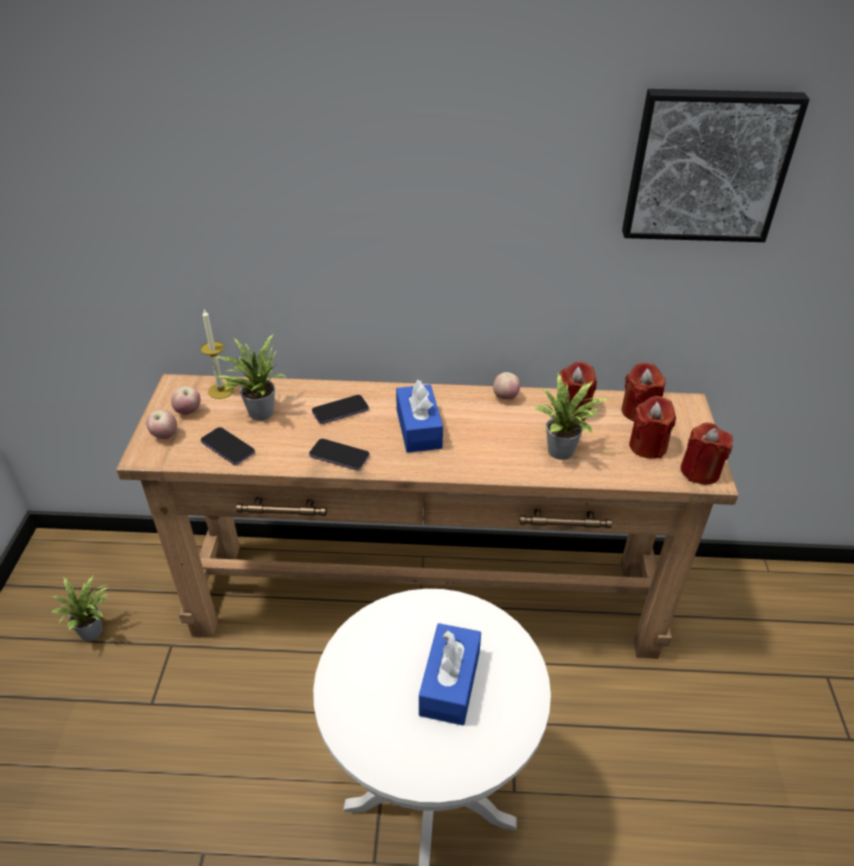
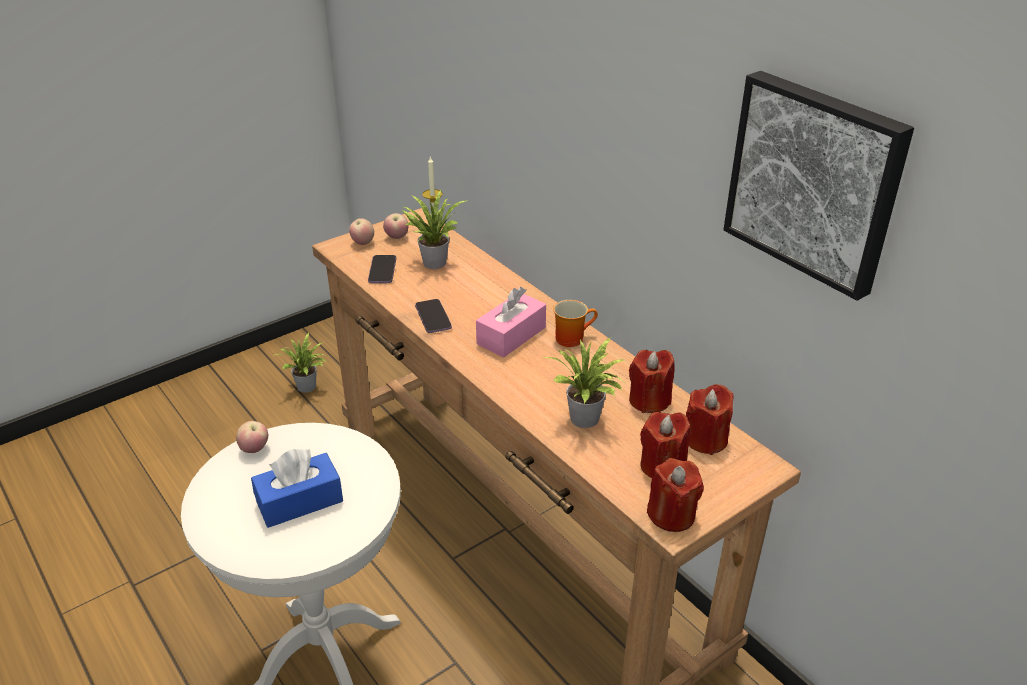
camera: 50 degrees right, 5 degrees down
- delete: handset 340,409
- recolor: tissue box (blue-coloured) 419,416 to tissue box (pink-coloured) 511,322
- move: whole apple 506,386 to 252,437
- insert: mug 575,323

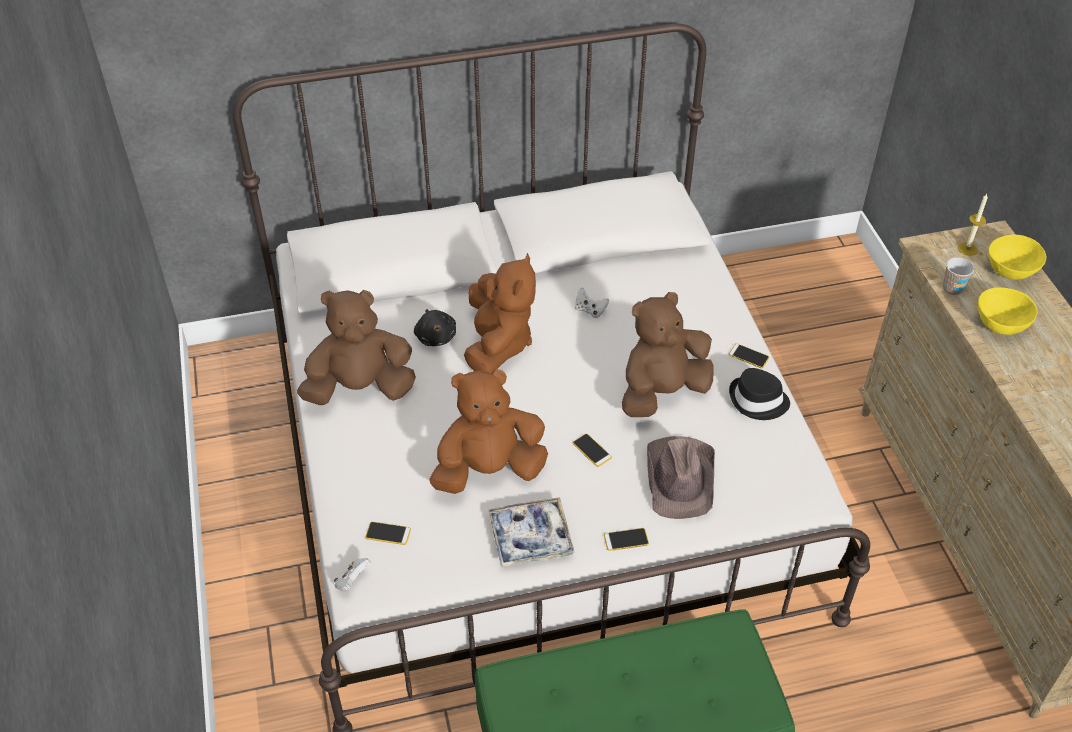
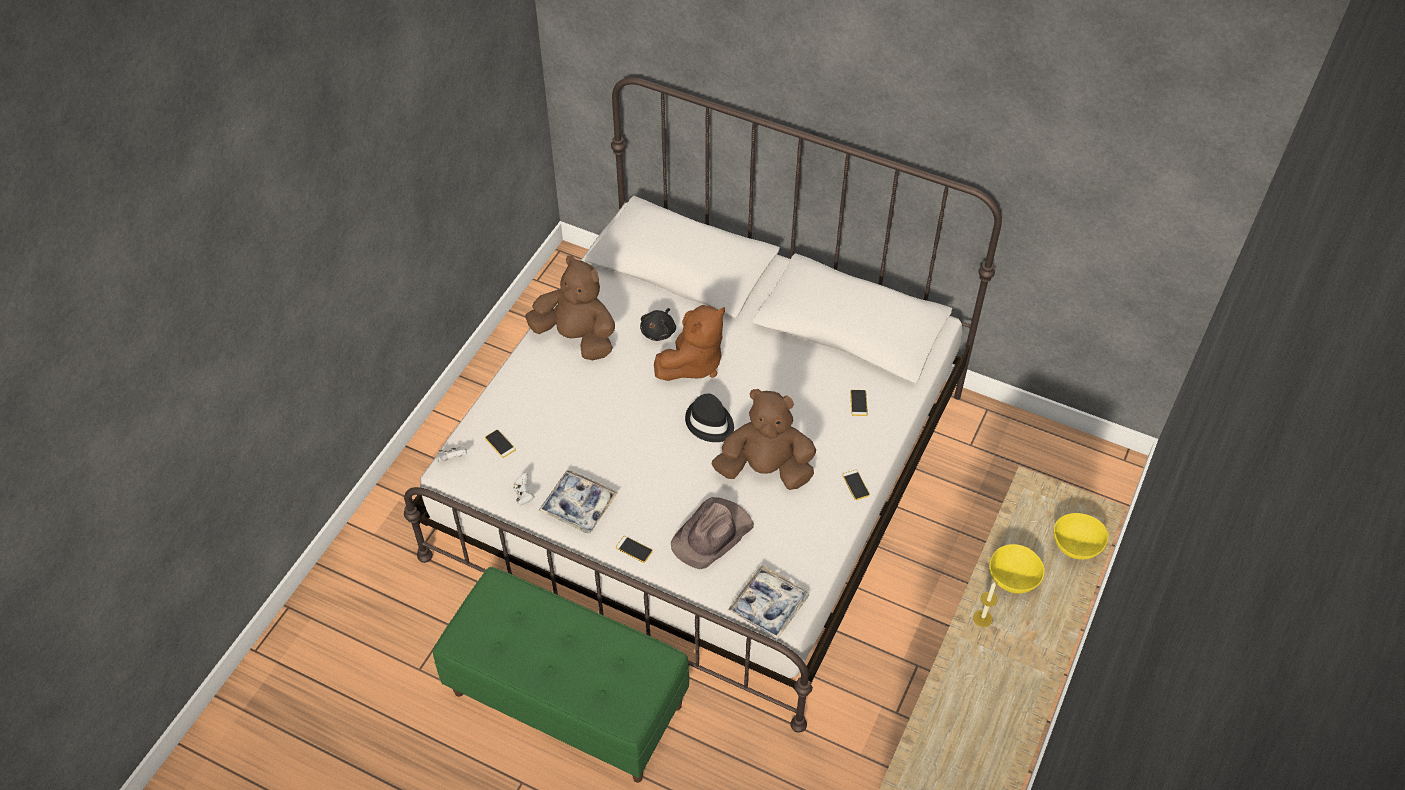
camera: 40 degrees right, 5 degrees up
- delete: cuddly toy (brownish) 488,431
- move: handset 592,450 to 859,403
- move: gamepad (white) 592,303 to 524,489
- move: clothing hat (black) 759,394 to 709,418
- delete: small cup 958,276
- move: wax light 973,225 to 985,604
- insert: tray 768,602

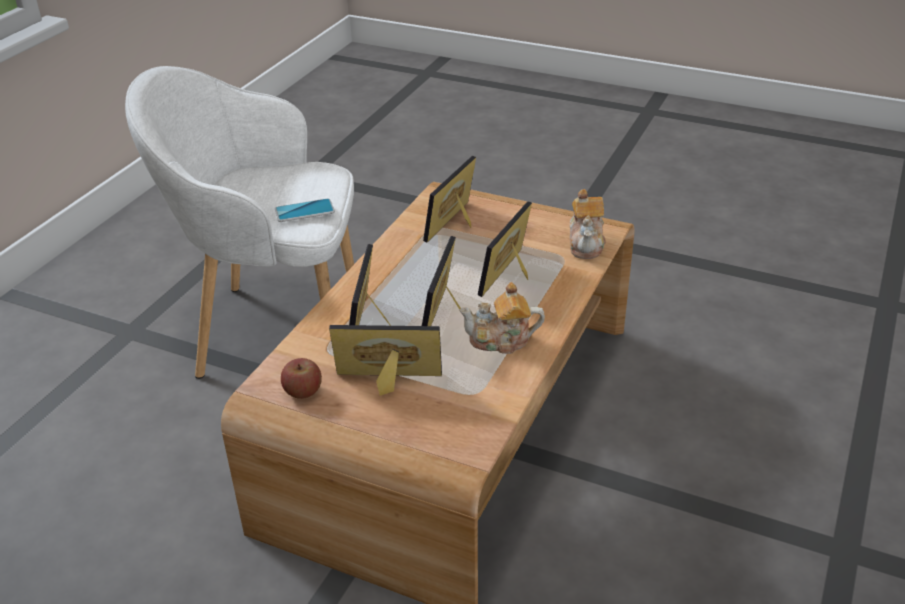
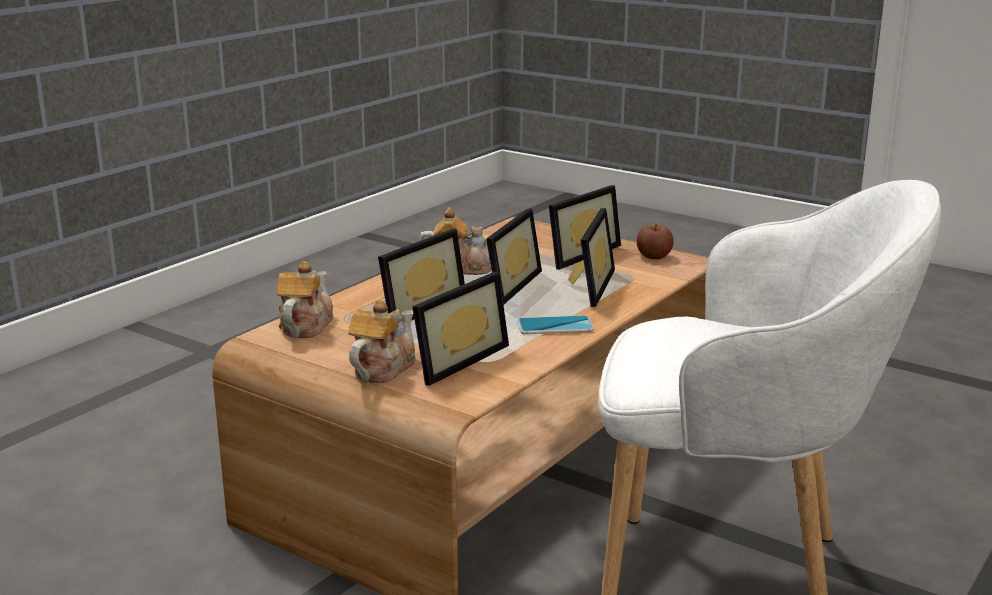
camera: 170 degrees left, 15 degrees down
- move: handset 305,210 to 555,324
- rotate: photo frame 385,360 = 585,227 60 degrees counterclockwise
- insert: teapot 382,341

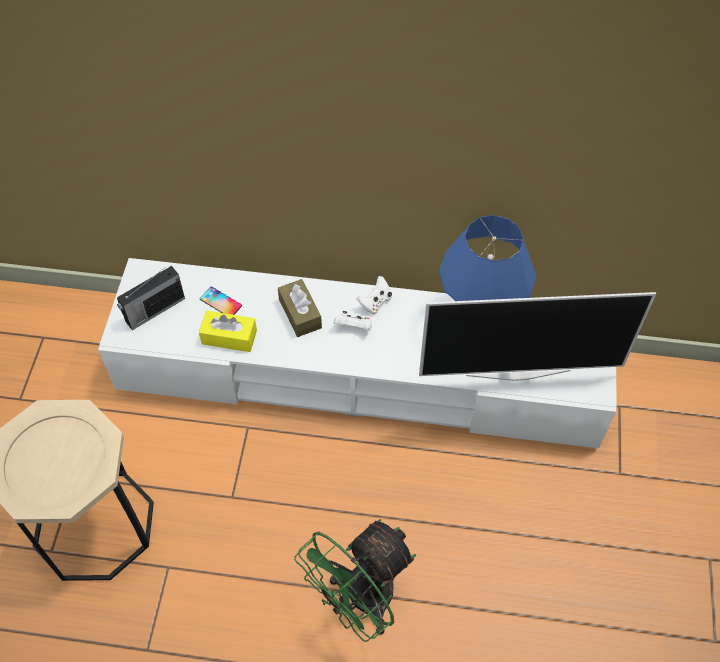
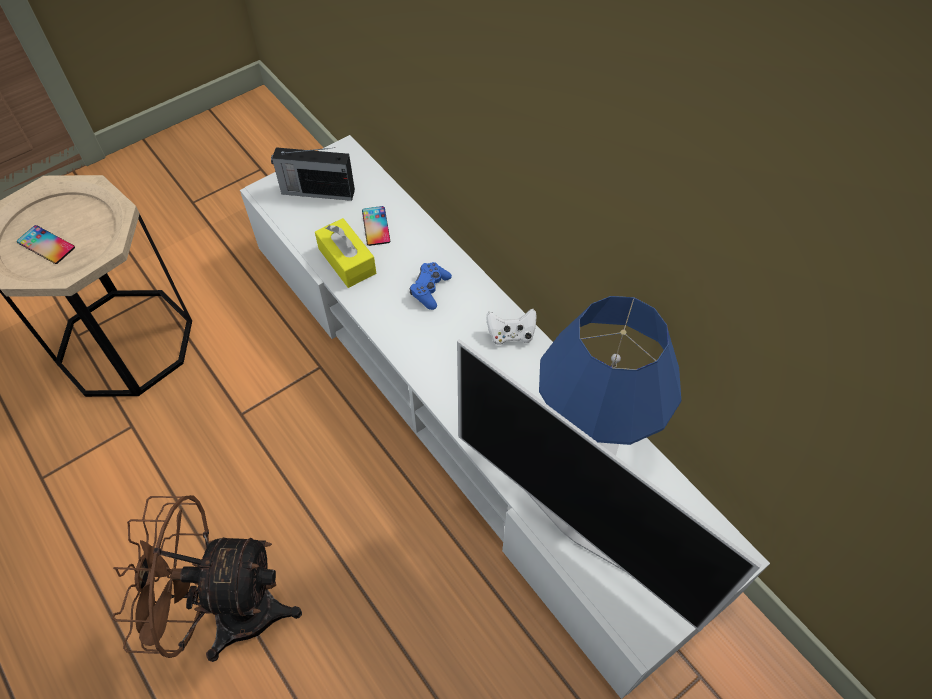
camera: 45 degrees right, 0 degrees up
- replace: tissue box (brownish) 300,308 to gamepad (blue-coloured) 431,286
- recolor: fan (green) 355,580 to fan (brownish) 207,578
- delete: gamepad (white) 353,320
- insert: handset 46,244

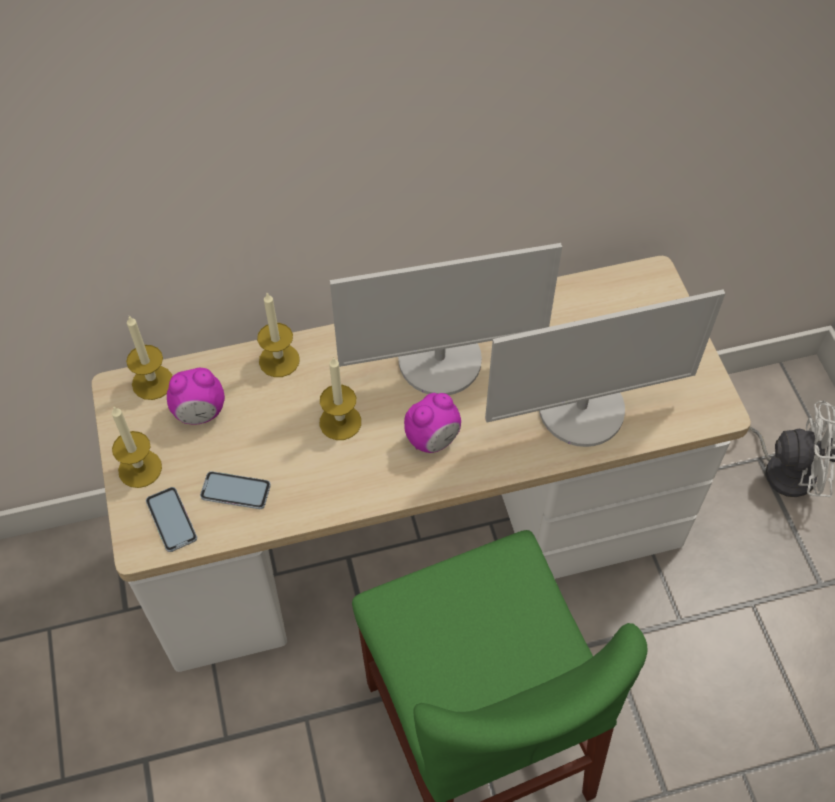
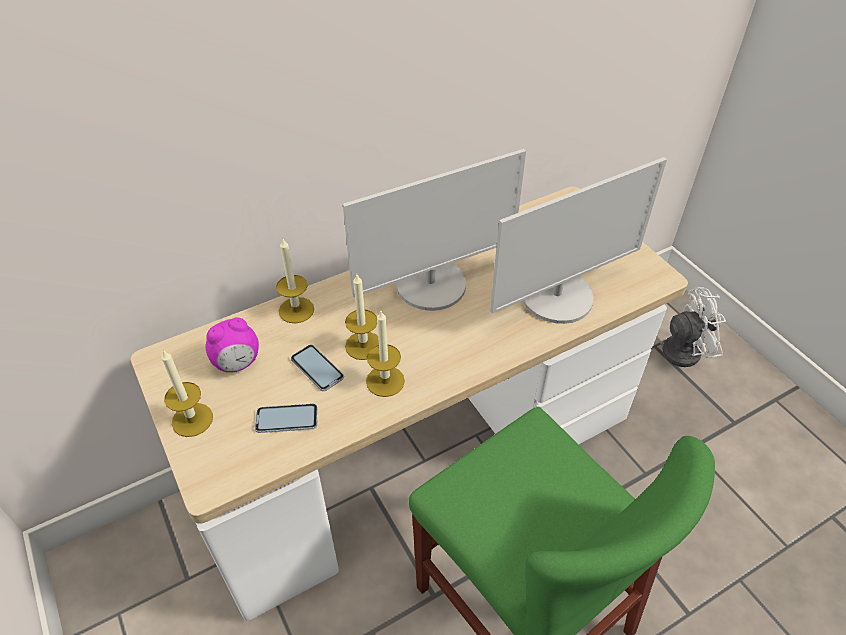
camera: 15 degrees left, 10 degrees down
- move: wax light 149,358 to 385,354
- move: handset 171,519 to 317,367
- delete: table clock 432,423

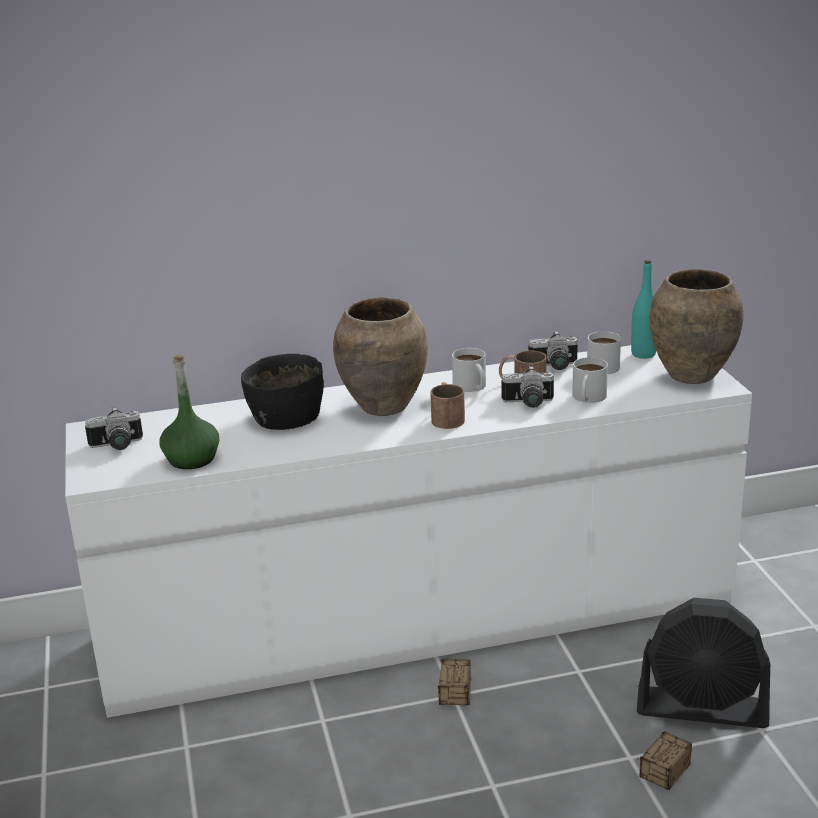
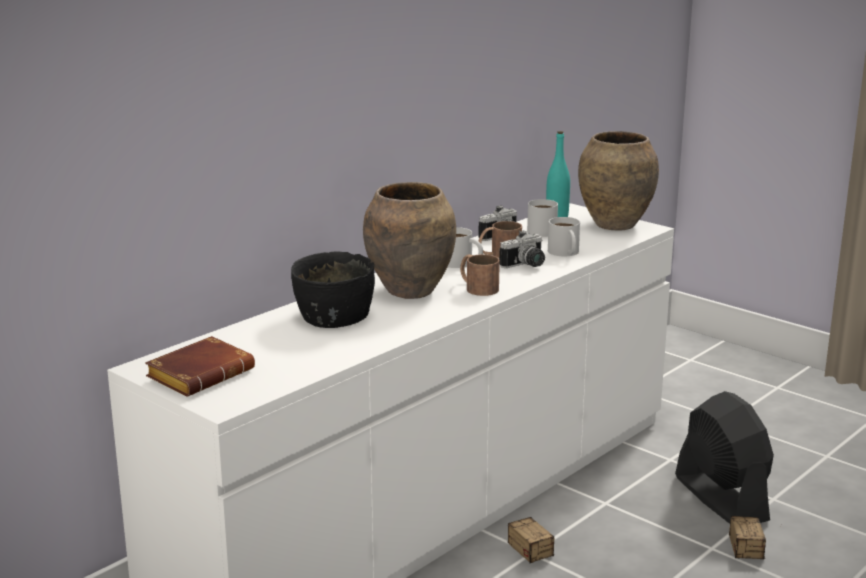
camera: 35 degrees left, 5 degrees down
- replace: still camera 114,428 to bound book (brownish) 200,366
- delete: bottle (green) 189,412
- rotate: fan (black) 703,663 = 724,457 90 degrees counterclockwise

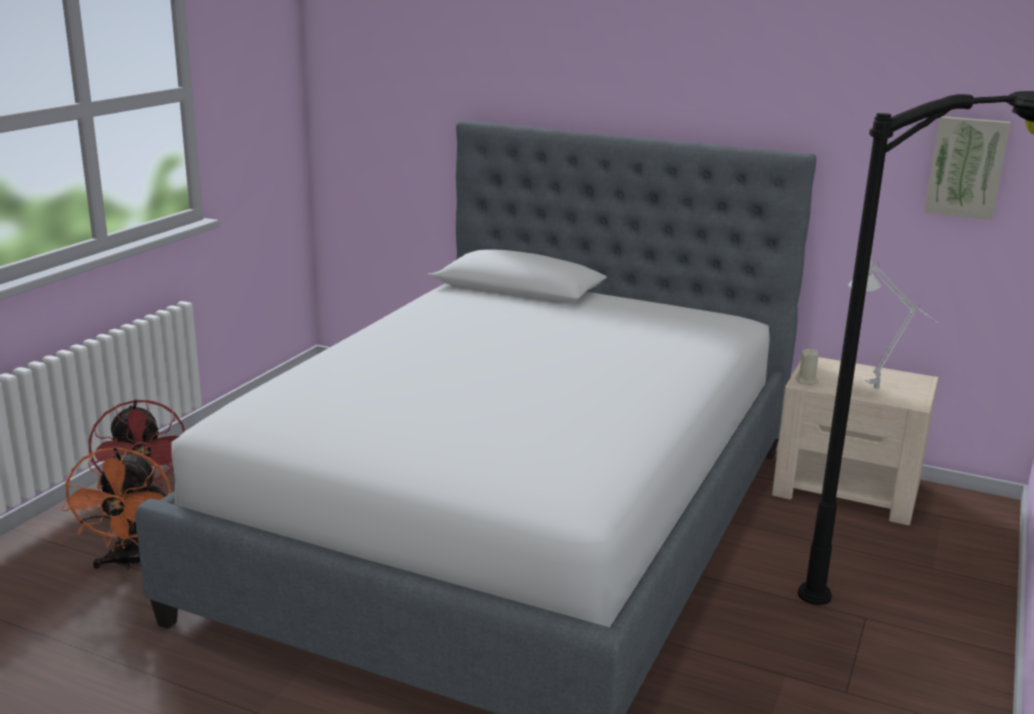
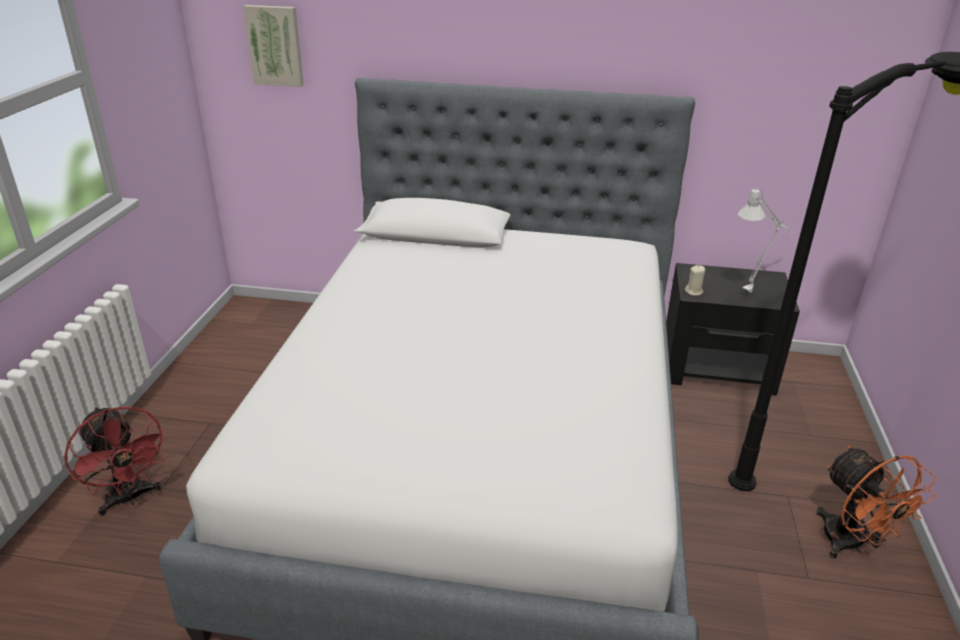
camera: 15 degrees left, 10 degrees up
- move: fan (orange) 116,508 to 876,502
- recolor: night table (sand-coloured) 855,441 to night table (black) 733,329
- move: wall art 967,168 to 273,46

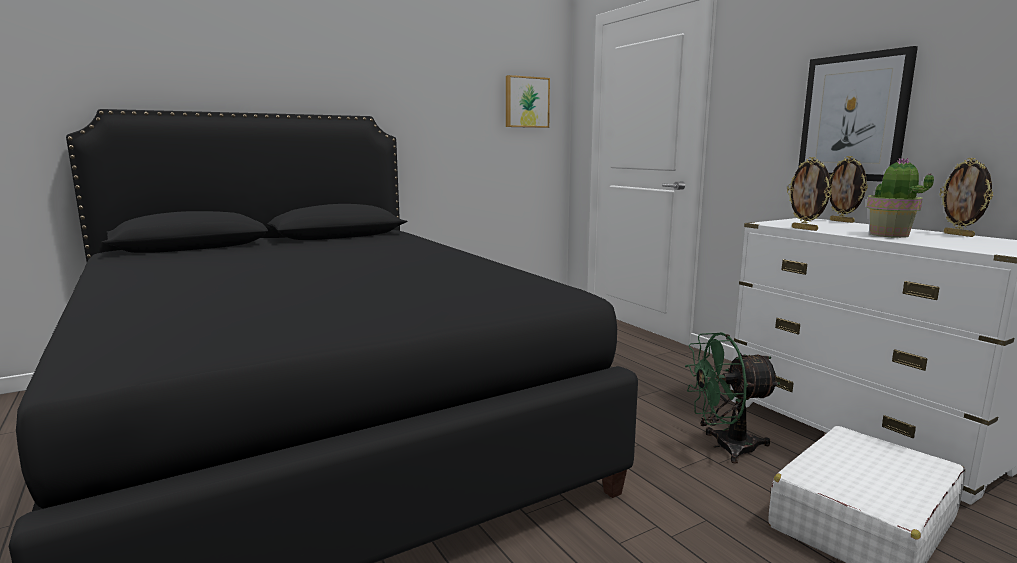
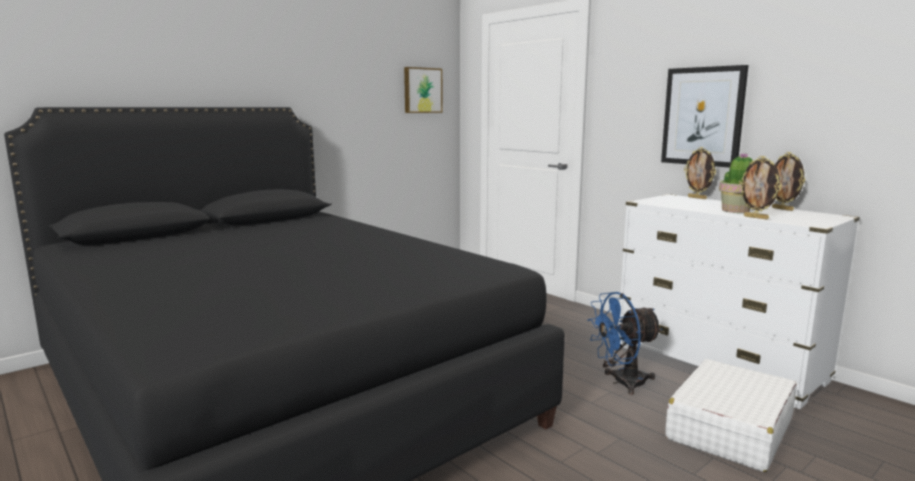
camera: 10 degrees left, 0 degrees up
- recolor: fan (green) 733,398 to fan (blue-coloured) 625,343
- move: photo frame 809,194 to 760,188

